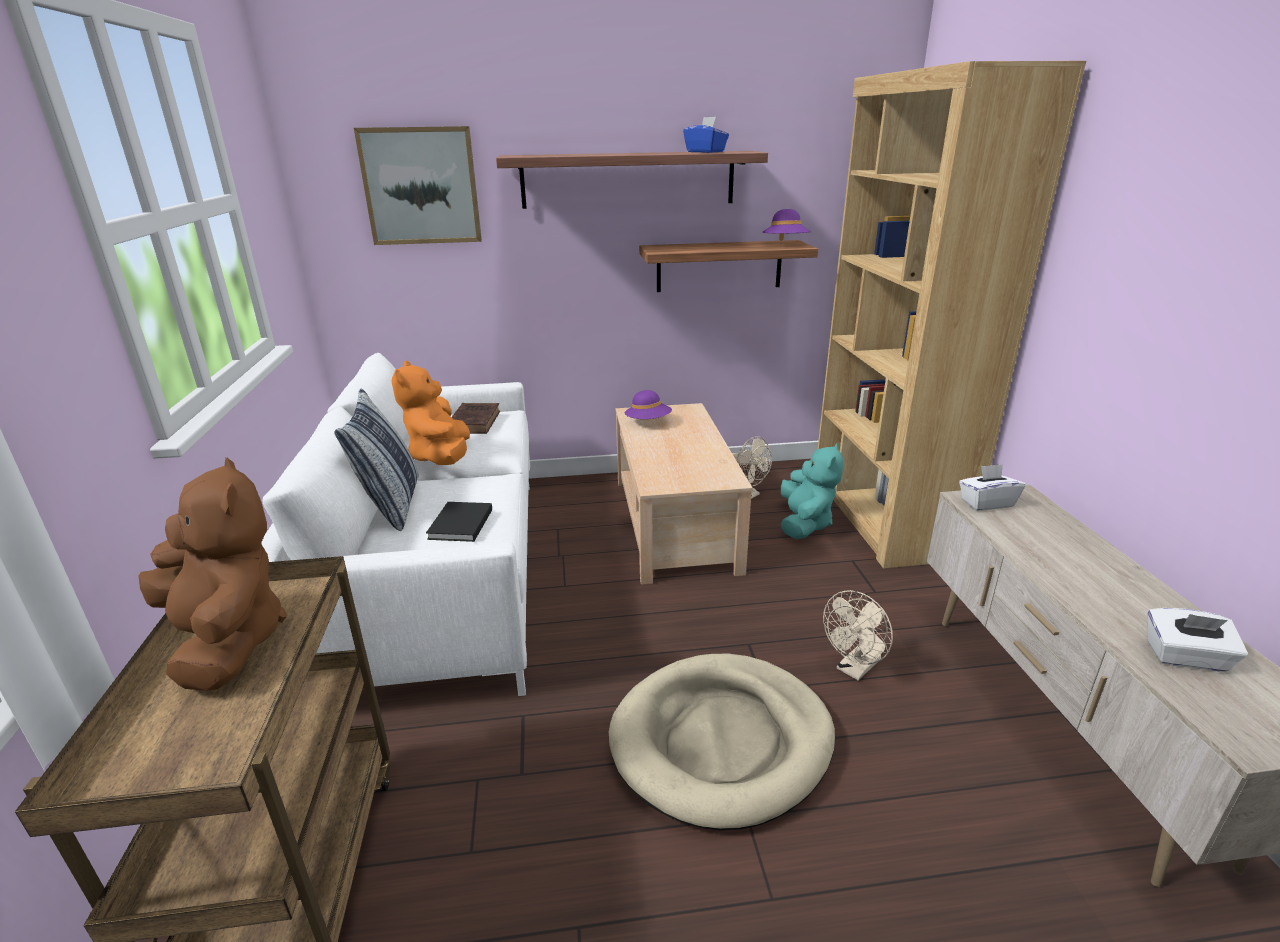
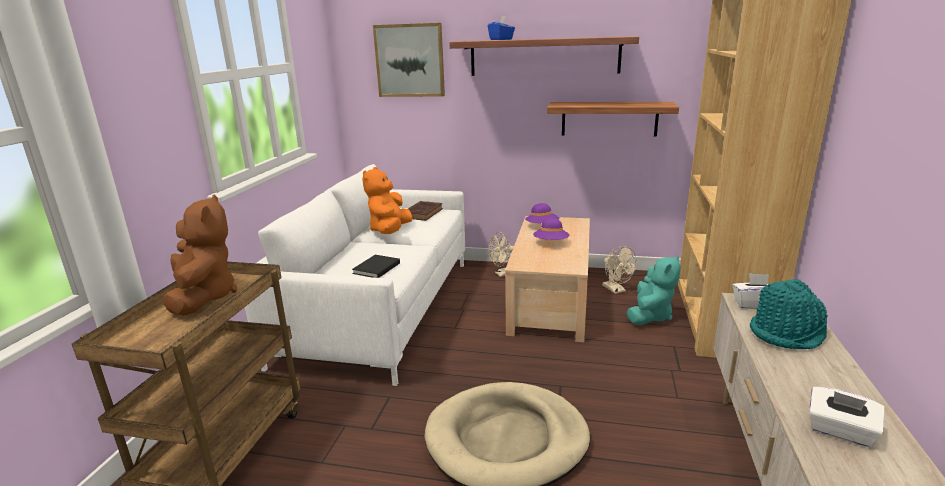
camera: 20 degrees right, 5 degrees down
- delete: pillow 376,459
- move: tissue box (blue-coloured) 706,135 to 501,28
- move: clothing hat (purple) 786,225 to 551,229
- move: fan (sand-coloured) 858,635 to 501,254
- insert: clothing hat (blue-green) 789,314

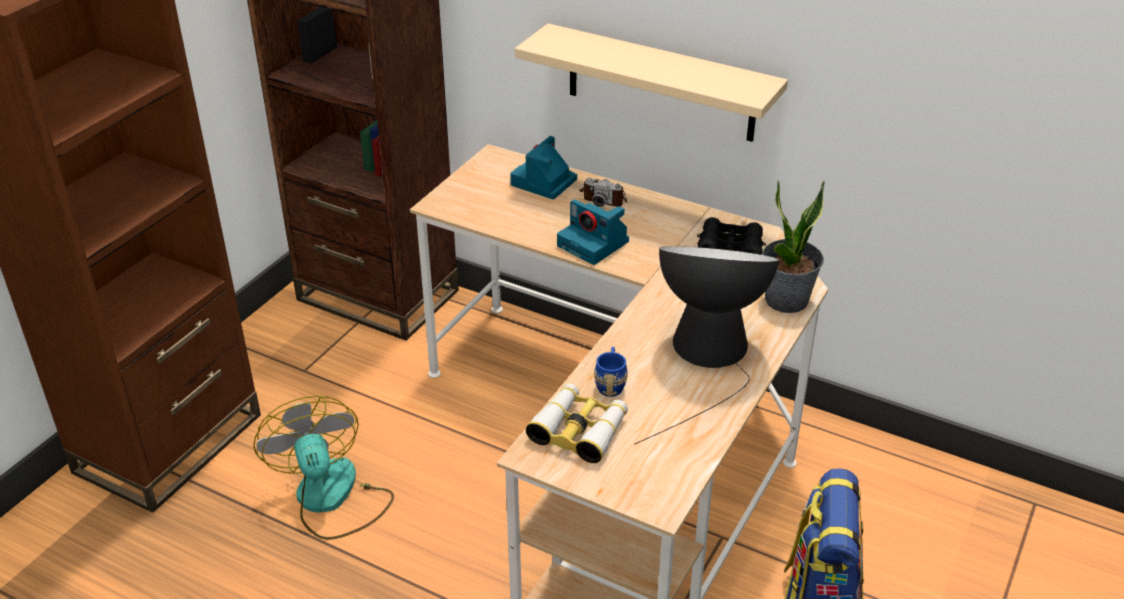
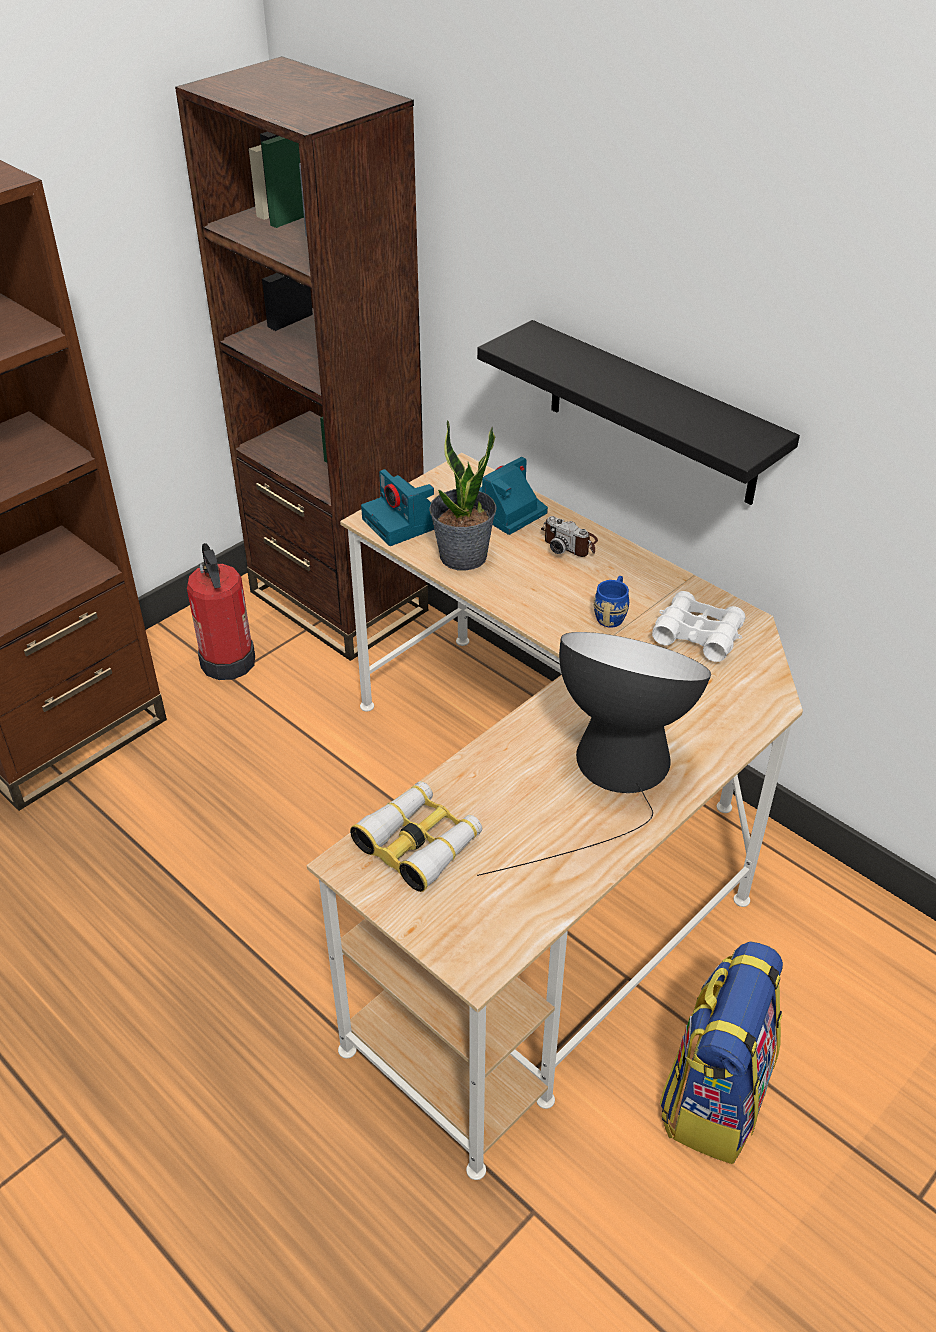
camera: 15 degrees right, 5 degrees up
- delete: fan 323,468
- recolor: shelf (sand-coloured) 651,82 to shelf (black) 638,412
- move: still camera 593,232 to 397,507
- move: mug (blue-coloured) 611,372 to 611,601
- recolor: pair of binoculars (black) 731,236 to pair of binoculars (white) 698,626
- move: potted plant 793,246 to 463,495
- insert: extinguisher 221,611

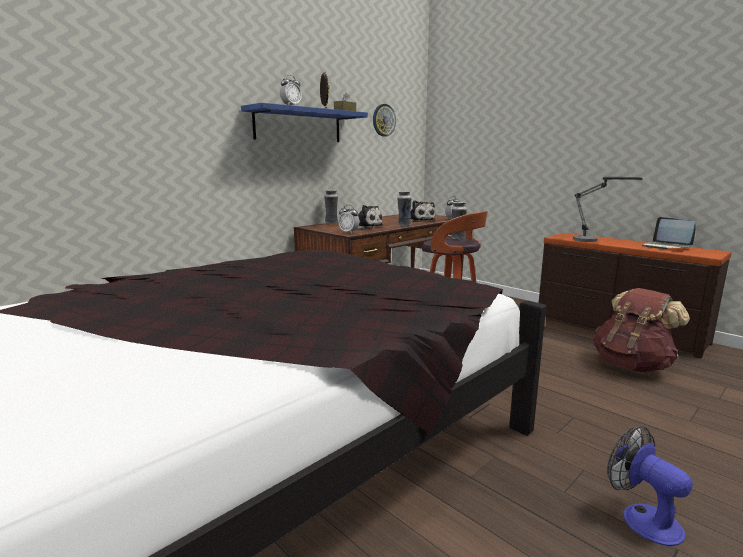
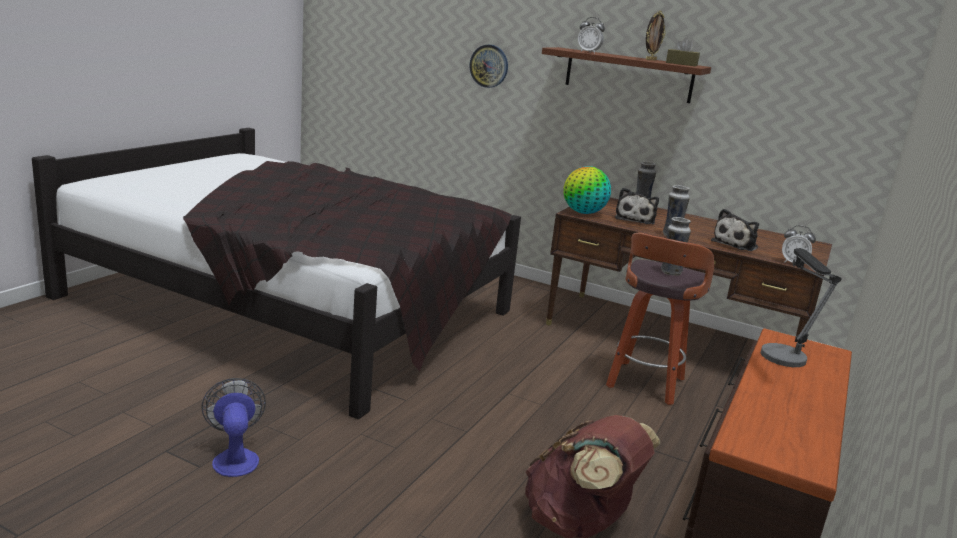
camera: 70 degrees right, 5 degrees up
- recolor: shelf (blue-coloured) 304,122 to shelf (brownish) 626,75
- replace: table clock 348,219 to desk globe 587,190
- move: hanging clock 384,120 to 489,66
- rotate: fan 650,486 = 233,427 60 degrees counterclockwise
- delete: portable computer 669,233

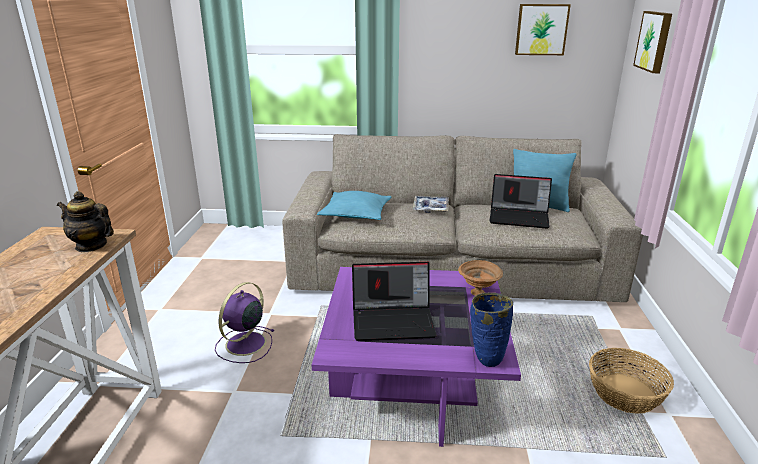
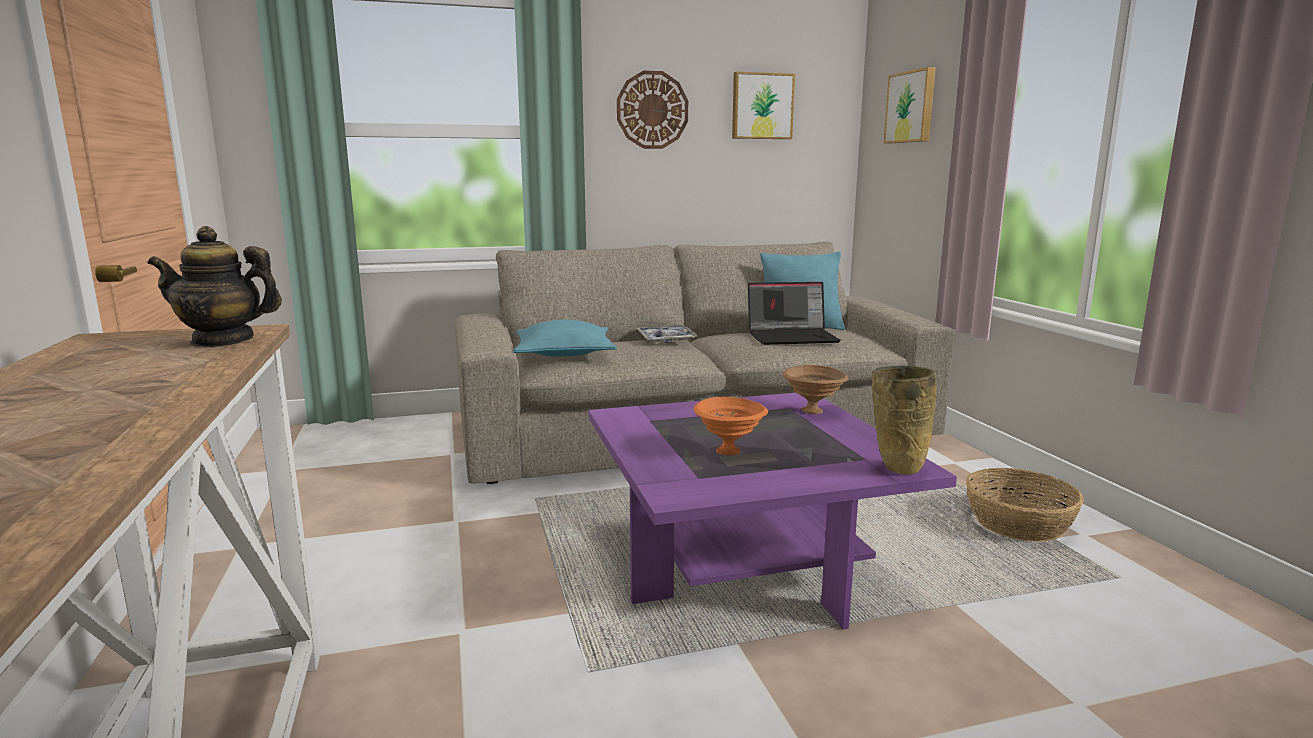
camera: 20 degrees left, 10 degrees down
- delete: fan (purple) 245,322
- replace: portable computer 394,301 to bowl (orange) 731,426
- recolor: flower vase (blue-coloured) 491,330 to flower vase (sand-coloured) 904,420
- insert: hanging clock 652,109

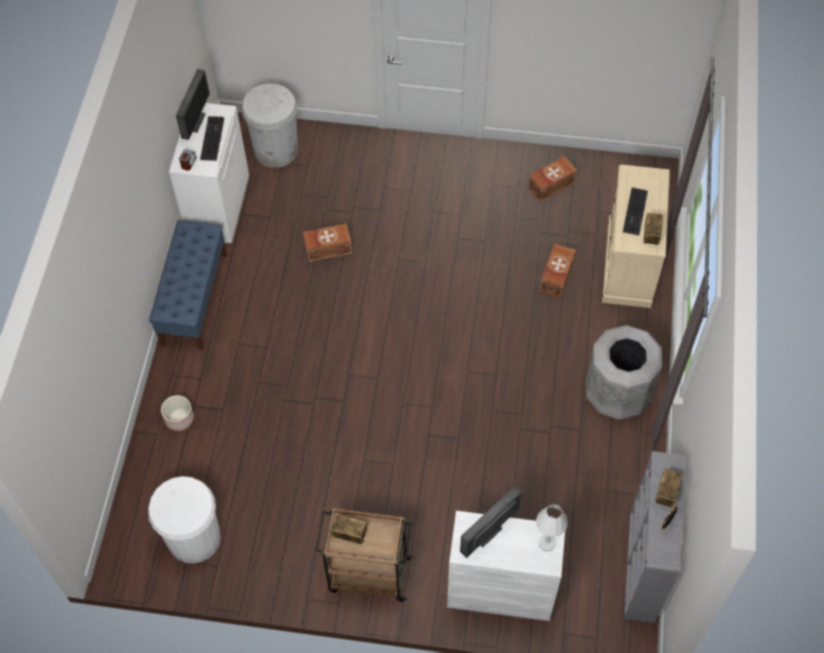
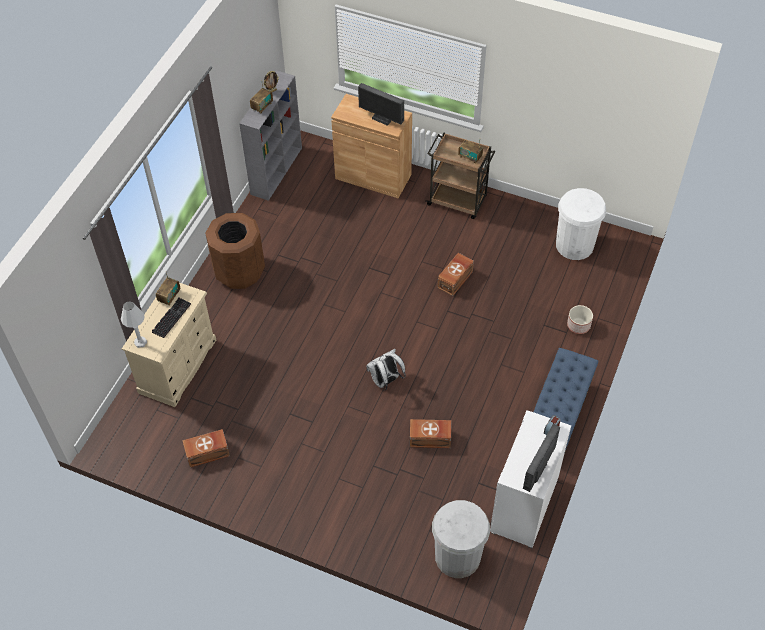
camera: 165 degrees left, 5 degrees down
- delete: PC keyboard 212,138
- recolor: cupboard (white) 506,566 to cupboard (brownish) 371,146
- rotate: computer display 490,522 = 381,104 60 degrees clockwise
- move: lamp for a table (white) 552,528 to 134,324
- move: storage box (brownish) 558,270 to 455,274
- recolor: waste bin (greyish) 624,372 to waste bin (brownish) 235,251
- insert: backpack (white) 386,370

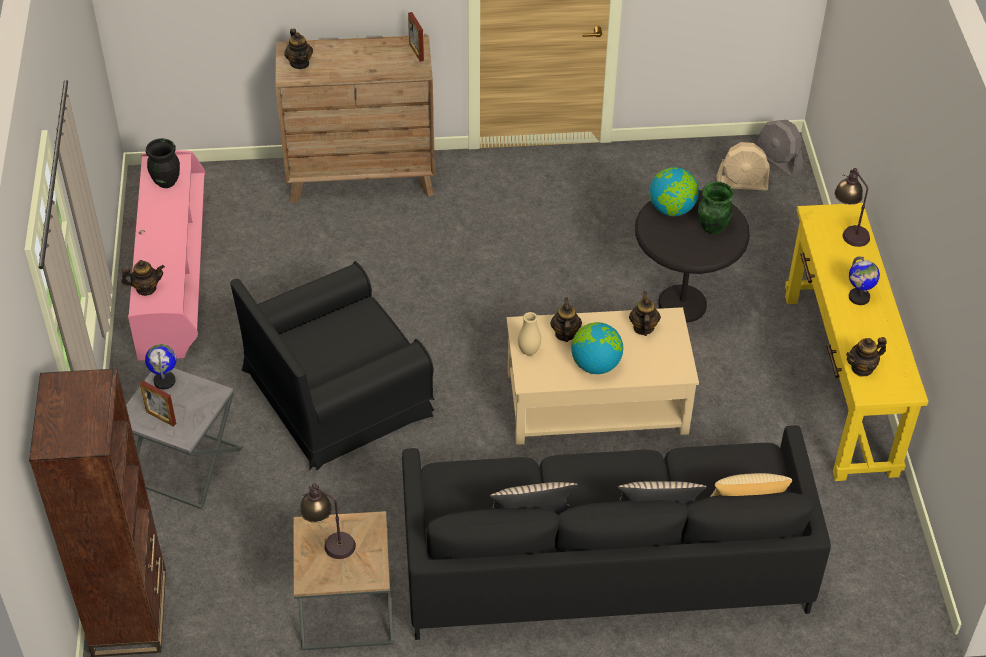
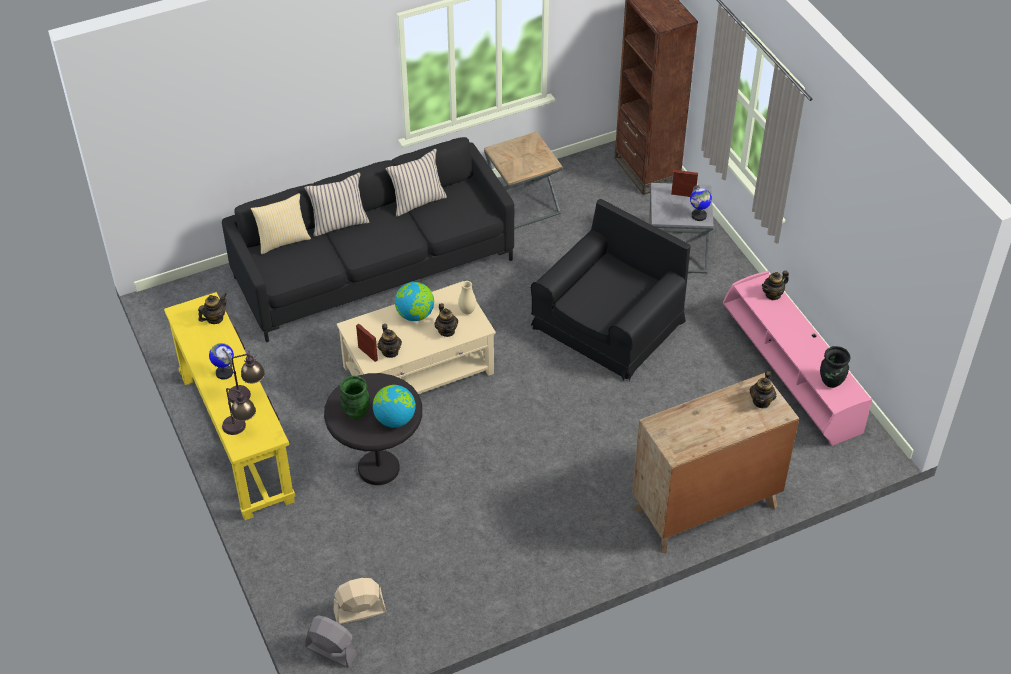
camera: 160 degrees right, 0 degrees up
- rotate: teapot 298,48 = 763,389 120 degrees counterclockwise
- move: lamp for a table 327,521 to 246,377
- move: photo frame 416,37 to 367,343

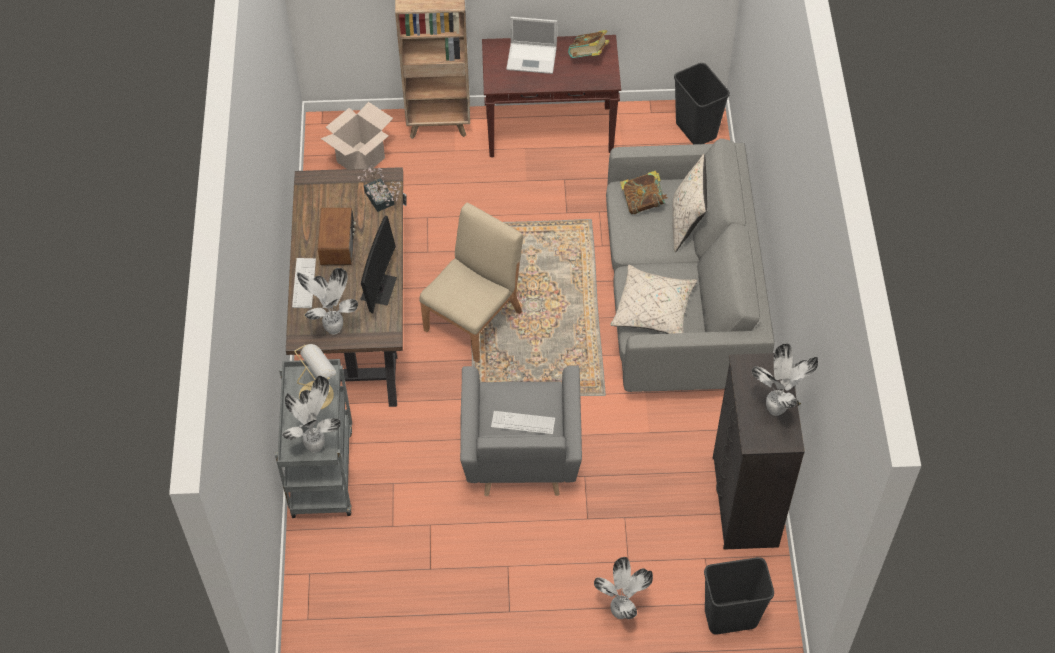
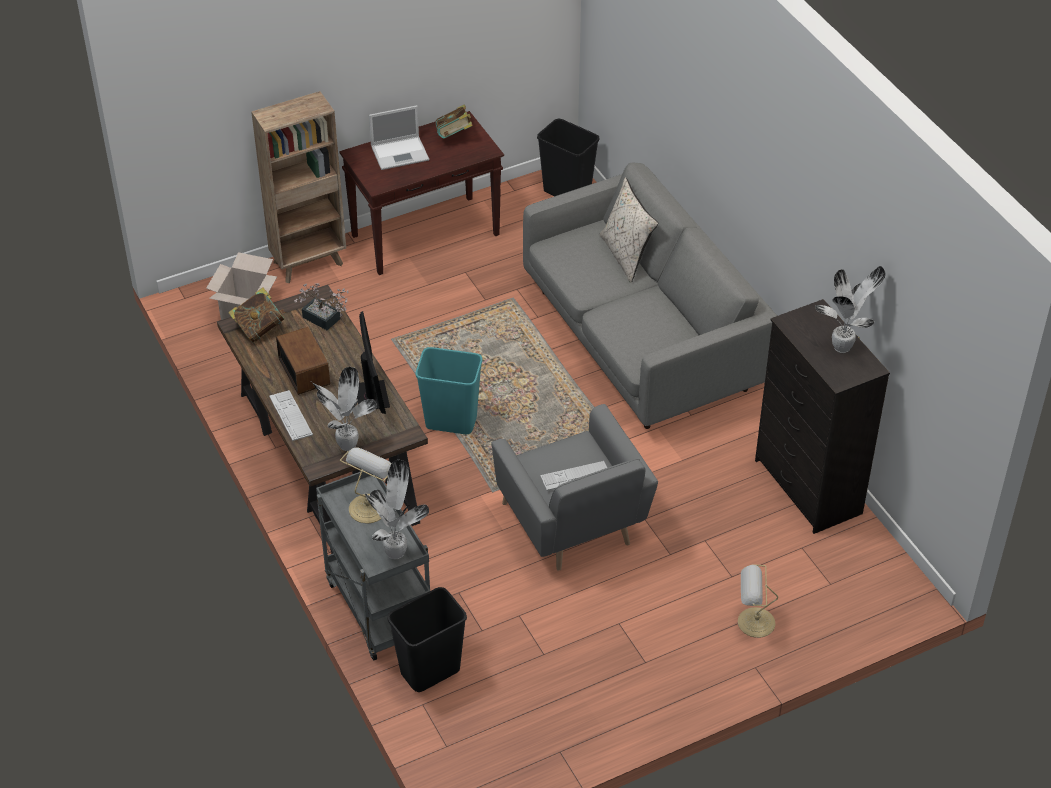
camera: 25 degrees left, 10 degrees down
- replace: chair (sand-coloured) 471,283 to waste bin (blue-green) 449,390
- replace: potted plant 623,588 to lamp for a table 758,601
- delete: pillow (sand-coloured) 653,299
- move: bound book 643,192 to 257,315
- move: waste bin (black) 739,595 to 427,639

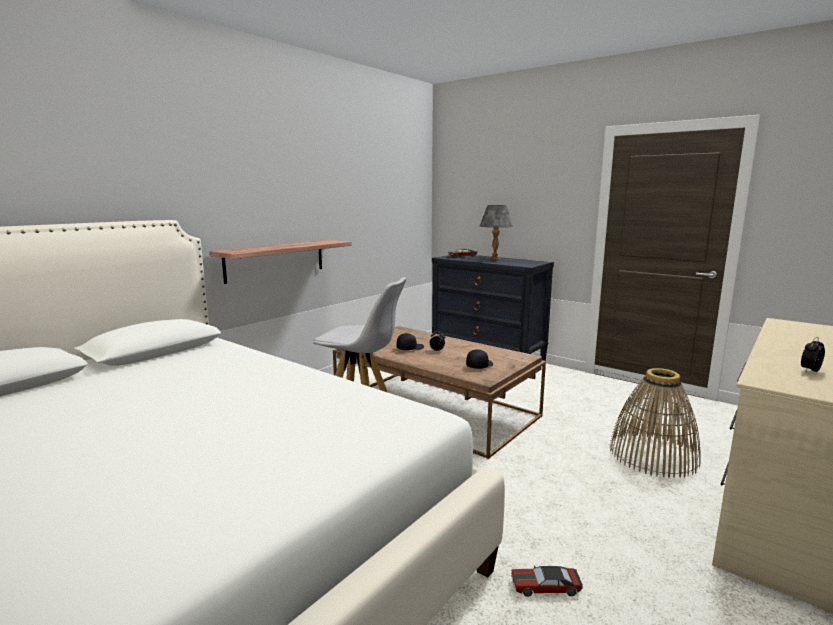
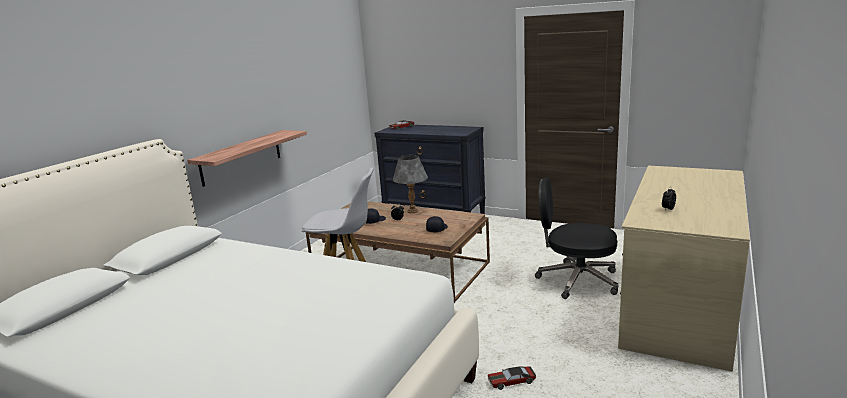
camera: 10 degrees left, 5 degrees up
- move: lamp for a table (greyish) 496,232 to 410,184
- replace: storage basket 655,423 to desk chair (black) 576,238

